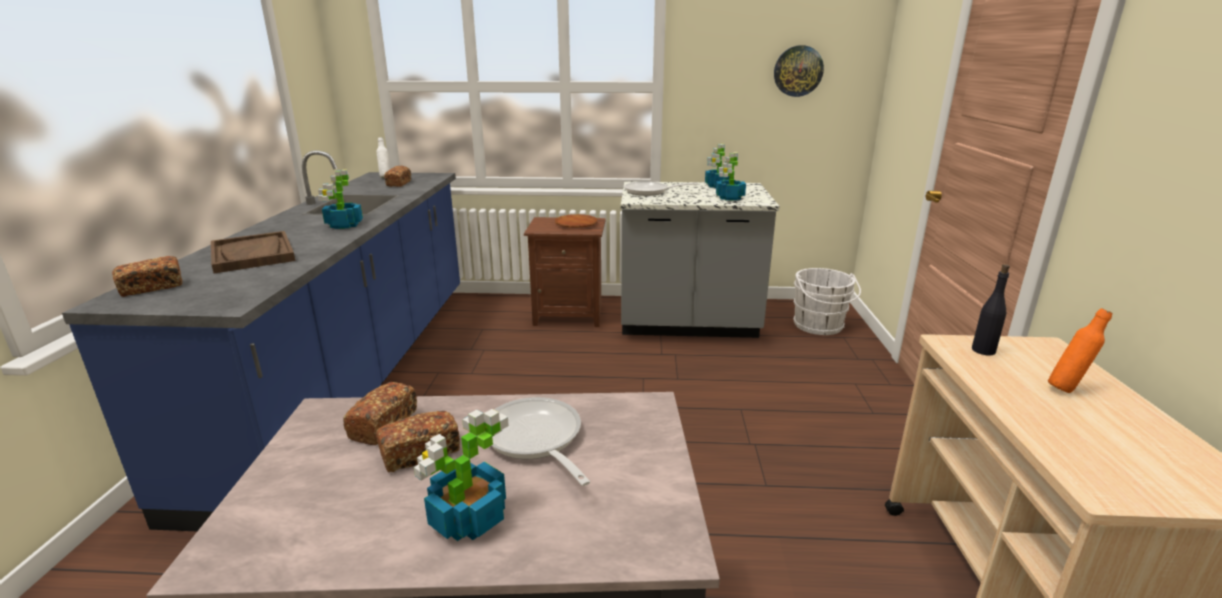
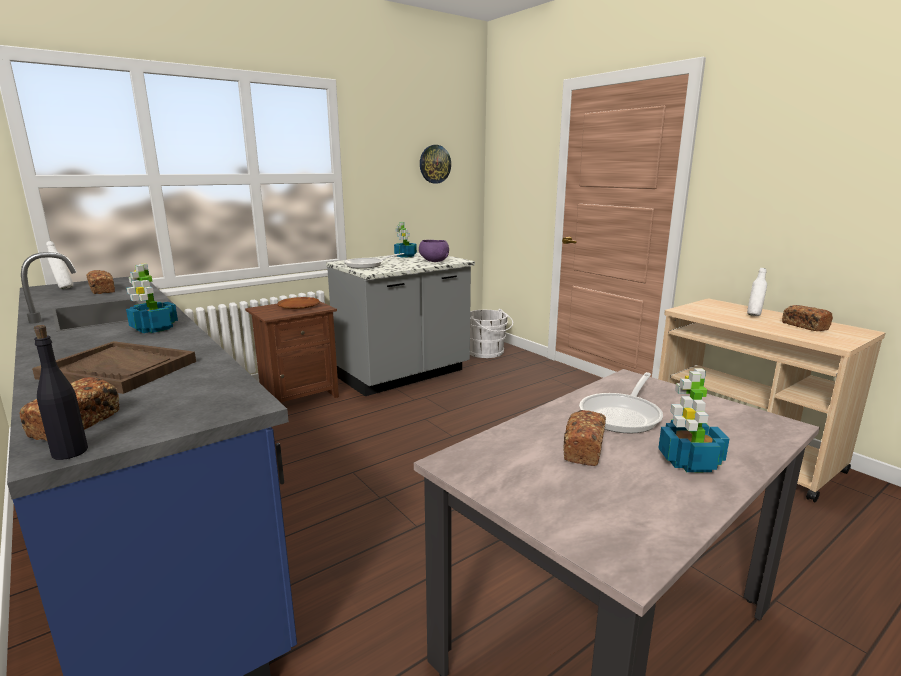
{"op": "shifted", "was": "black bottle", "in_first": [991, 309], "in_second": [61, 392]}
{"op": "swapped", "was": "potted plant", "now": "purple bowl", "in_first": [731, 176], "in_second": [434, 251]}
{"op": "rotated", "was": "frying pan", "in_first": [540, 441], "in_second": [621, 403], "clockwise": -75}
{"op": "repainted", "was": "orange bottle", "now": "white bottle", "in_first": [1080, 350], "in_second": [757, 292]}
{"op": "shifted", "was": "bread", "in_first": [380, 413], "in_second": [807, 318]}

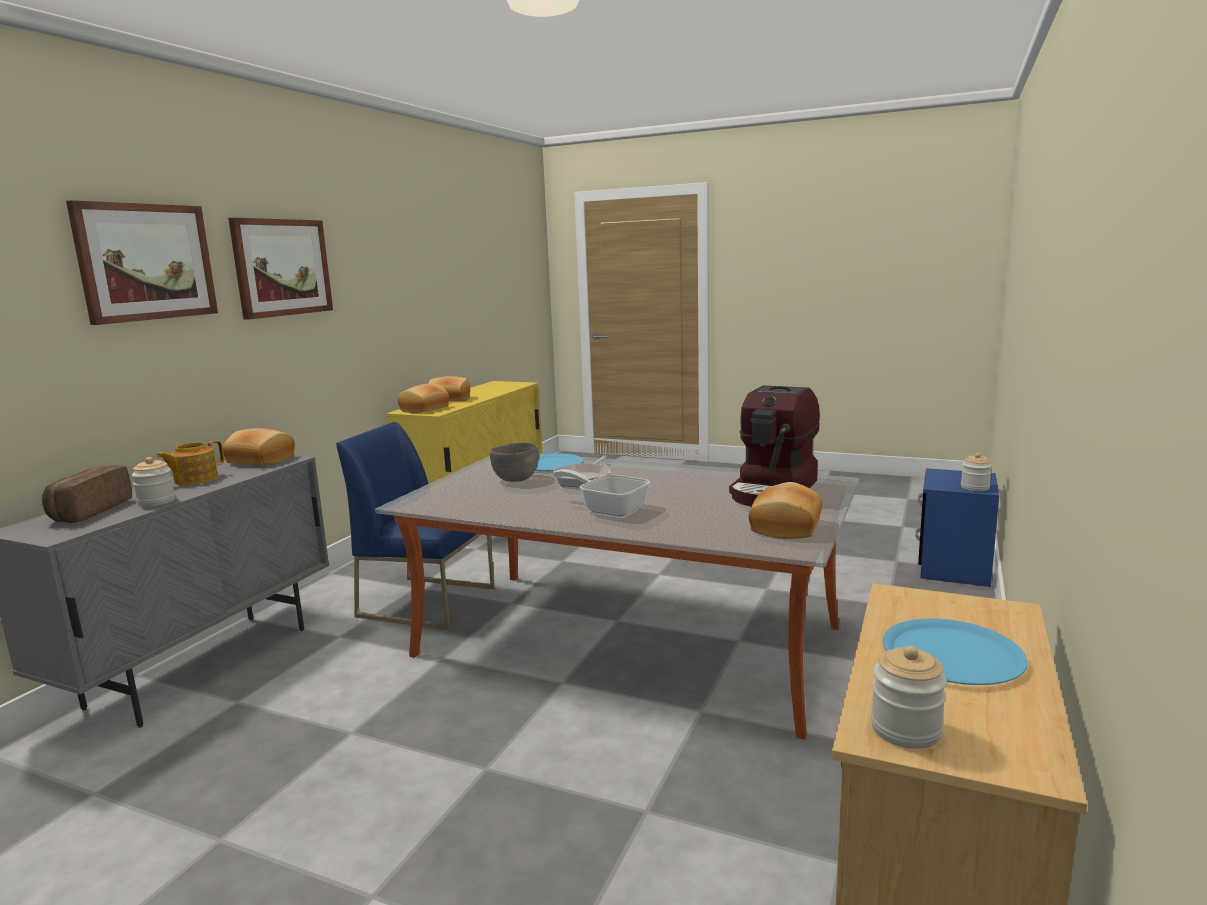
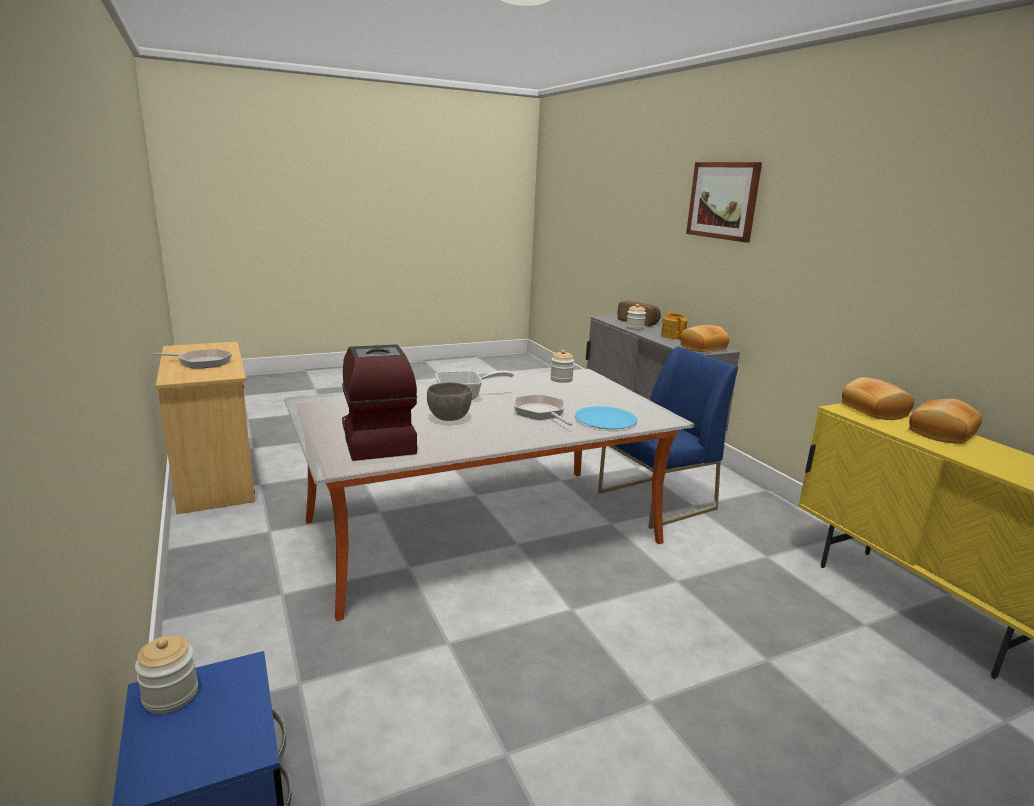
{"op": "swapped", "was": "blue plate", "now": "frying pan", "in_first": [955, 651], "in_second": [193, 359]}
{"op": "shifted", "was": "grey bowl", "in_first": [514, 462], "in_second": [449, 401]}
{"op": "shifted", "was": "jar", "in_first": [909, 697], "in_second": [562, 366]}
{"op": "gone", "was": "picture", "in_first": [280, 269]}
{"op": "gone", "was": "bread", "in_first": [785, 510]}

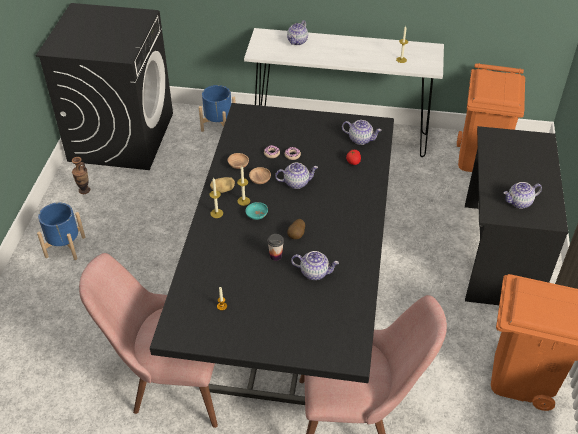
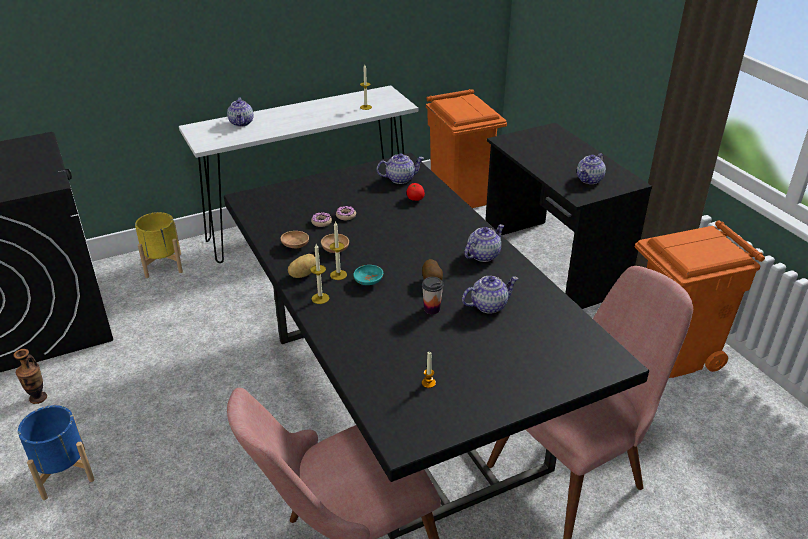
{"op": "repainted", "was": "blue planter", "now": "yellow planter", "in_first": [217, 108], "in_second": [159, 245]}
{"op": "shifted", "was": "teapot", "in_first": [296, 176], "in_second": [484, 243]}

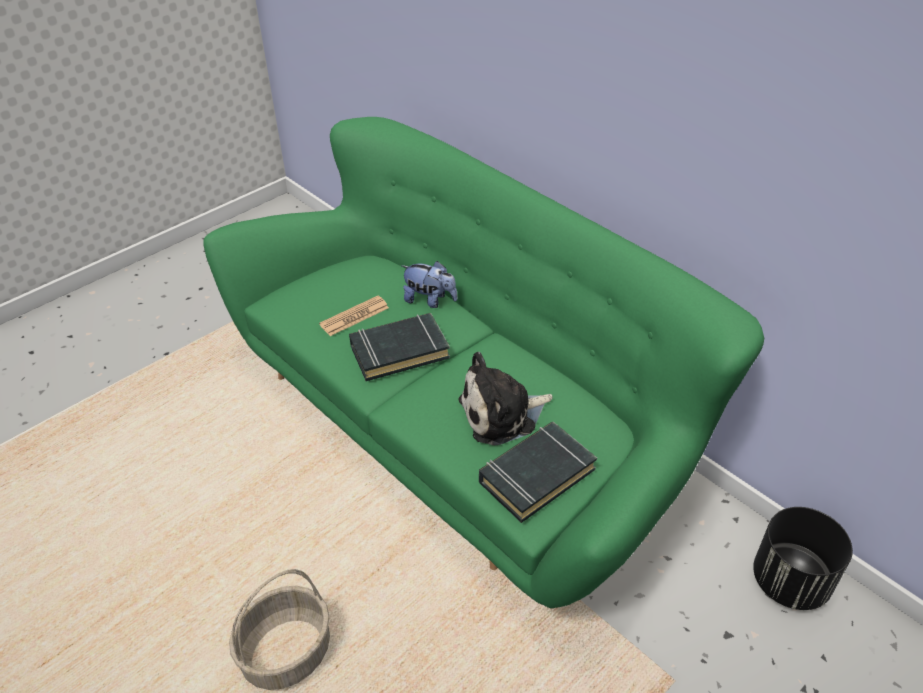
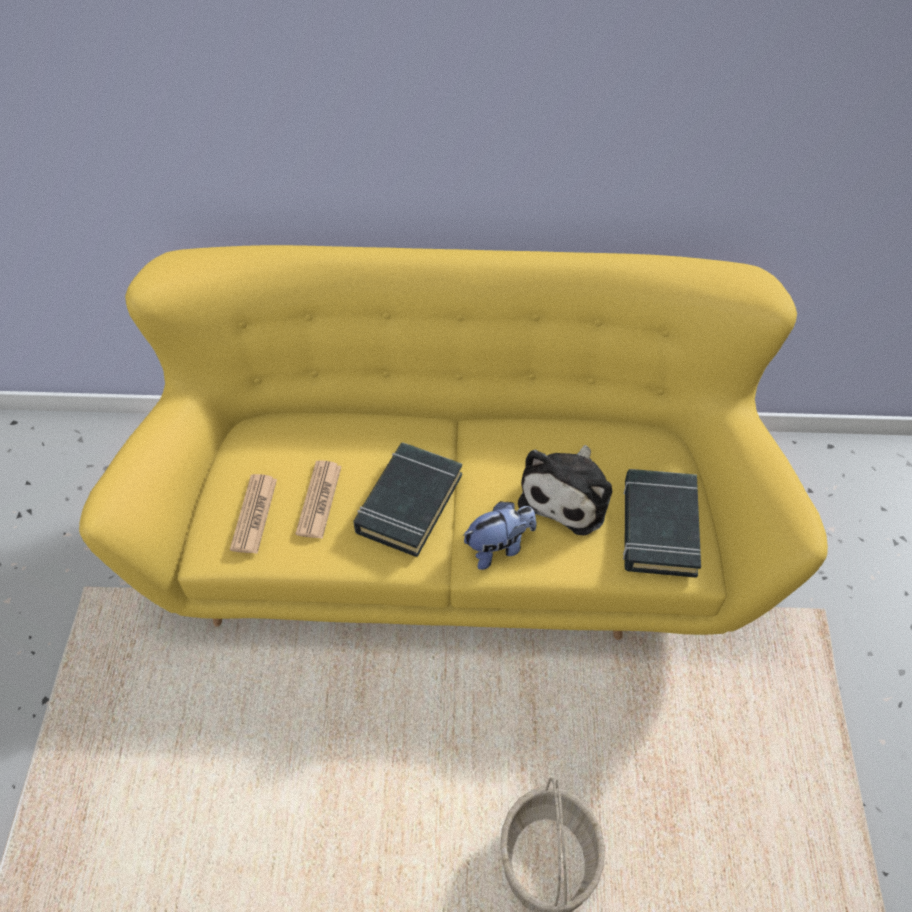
{"op": "repainted", "was": "green sofa", "now": "yellow sofa", "in_first": [483, 362], "in_second": [453, 442]}
{"op": "new", "now": "newspaper", "in_second": [253, 514]}
{"op": "shifted", "was": "plush toy", "in_first": [430, 284], "in_second": [499, 535]}
{"op": "gone", "was": "black planter", "in_first": [803, 558]}

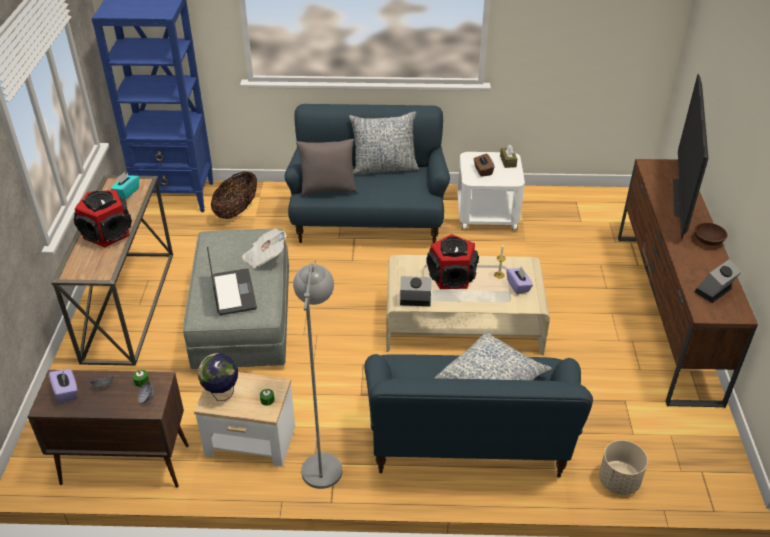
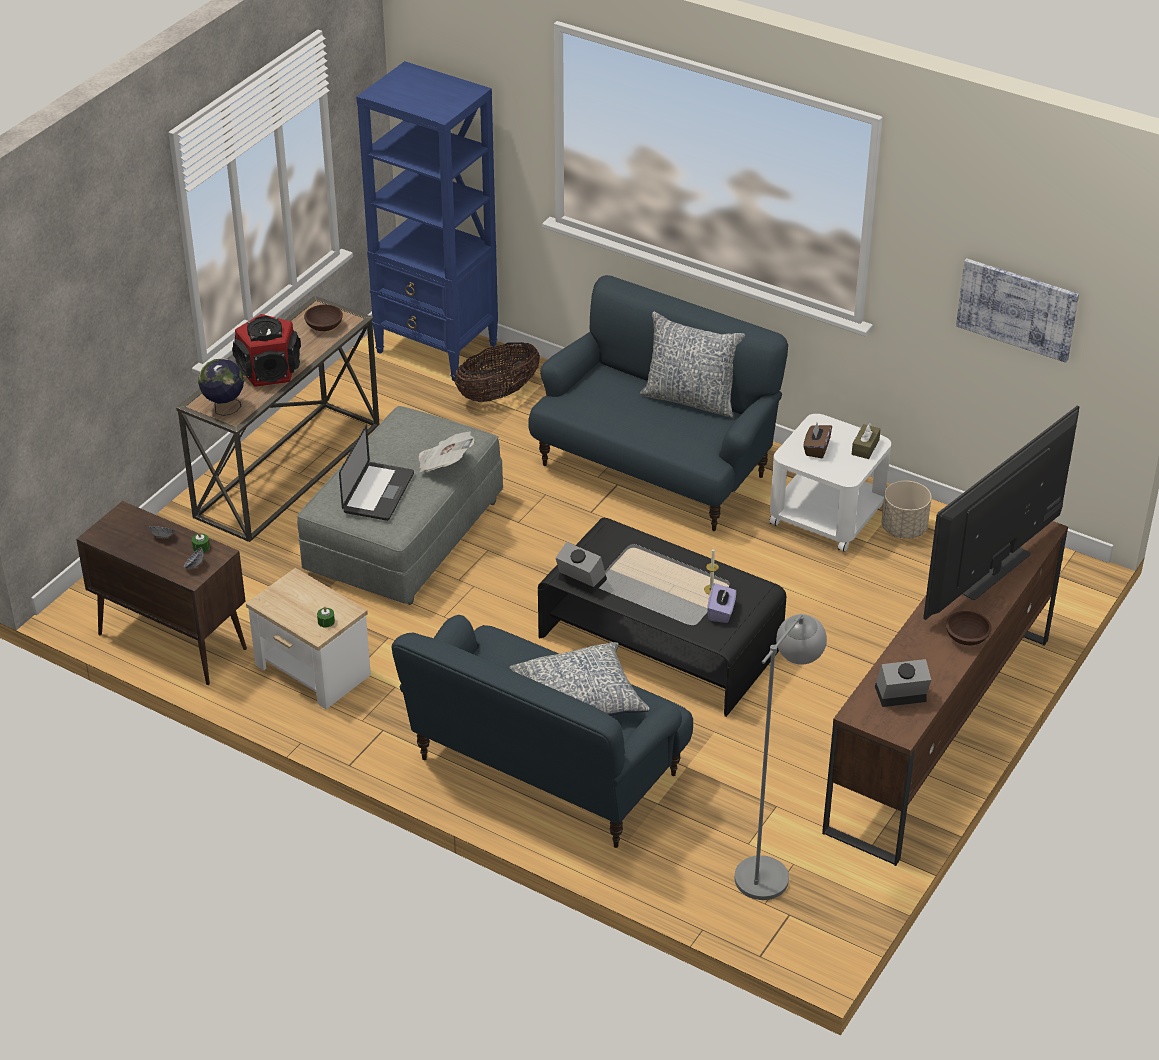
{"op": "shifted", "was": "globe", "in_first": [218, 377], "in_second": [221, 387]}
{"op": "swapped", "was": "turquoise tissue box", "now": "brown bowl", "in_first": [125, 185], "in_second": [323, 318]}
{"op": "repainted", "was": "beige coffee table", "now": "black coffee table", "in_first": [468, 305], "in_second": [662, 617]}
{"op": "shifted", "was": "grey floor lamp", "in_first": [317, 376], "in_second": [781, 757]}
{"op": "shifted", "was": "beige planter", "in_first": [623, 467], "in_second": [906, 510]}
{"op": "new", "now": "picture", "in_second": [1017, 310]}
{"op": "gone", "was": "purple tissue box", "in_first": [63, 386]}
{"op": "gone", "was": "grey pillow", "in_first": [326, 168]}
{"op": "gone", "was": "speaker", "in_first": [453, 261]}

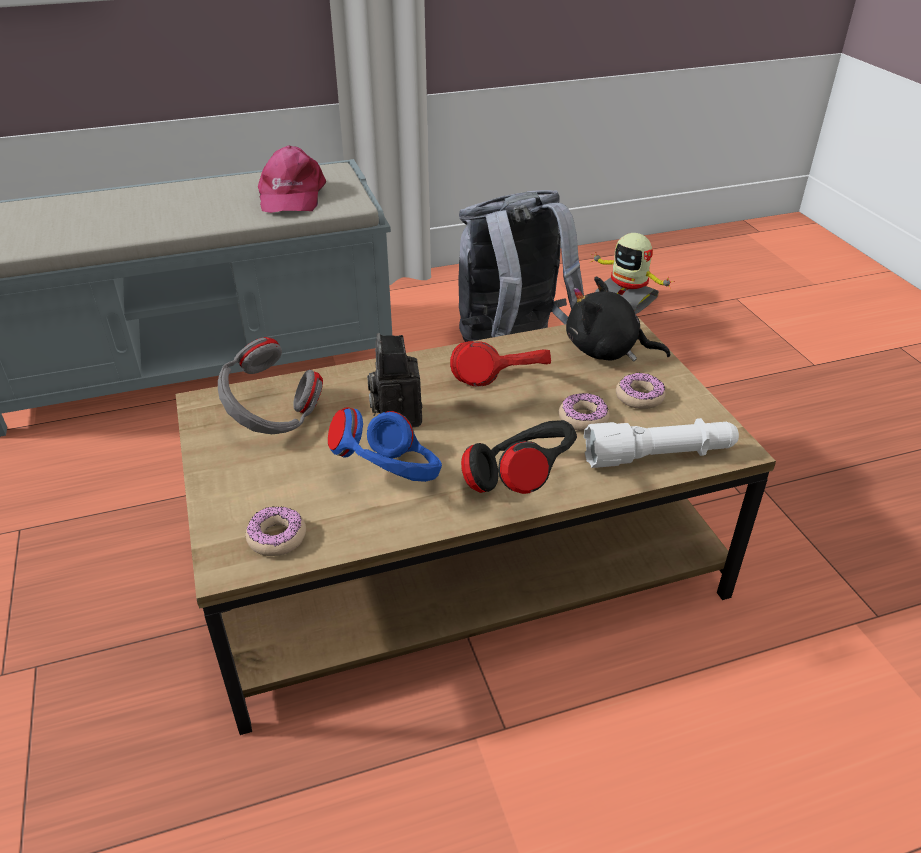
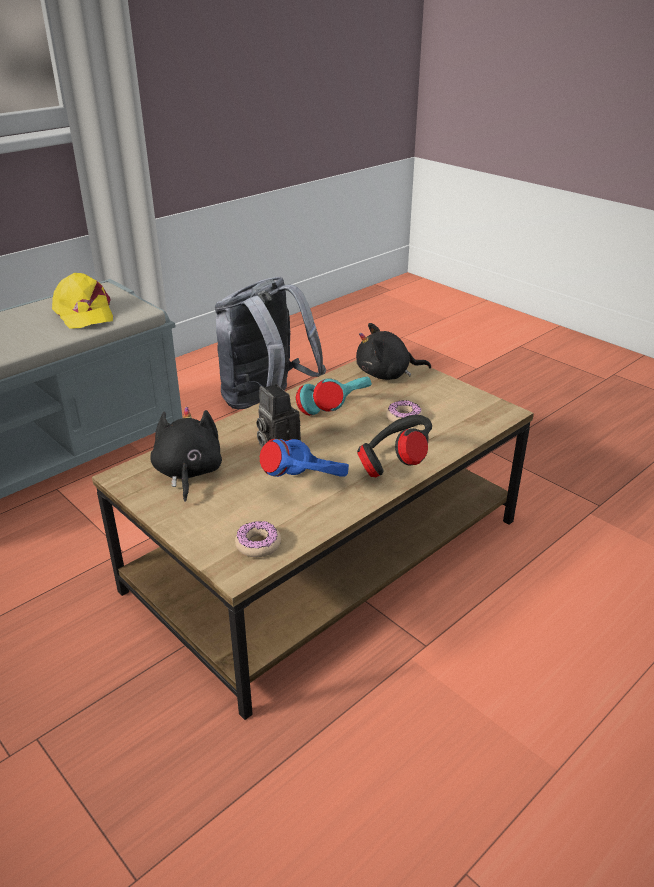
{"op": "repainted", "was": "pink cap", "now": "yellow cap", "in_first": [292, 179], "in_second": [82, 301]}
{"op": "swapped", "was": "grey headphones", "now": "black plush toy", "in_first": [270, 385], "in_second": [186, 454]}
{"op": "repainted", "was": "red headphones", "now": "turquoise headphones", "in_first": [500, 364], "in_second": [334, 396]}
{"op": "gone", "was": "white flashlight", "in_first": [661, 443]}
{"op": "gone", "was": "toy robot", "in_first": [633, 273]}
{"op": "gone", "was": "donut", "in_first": [640, 390]}

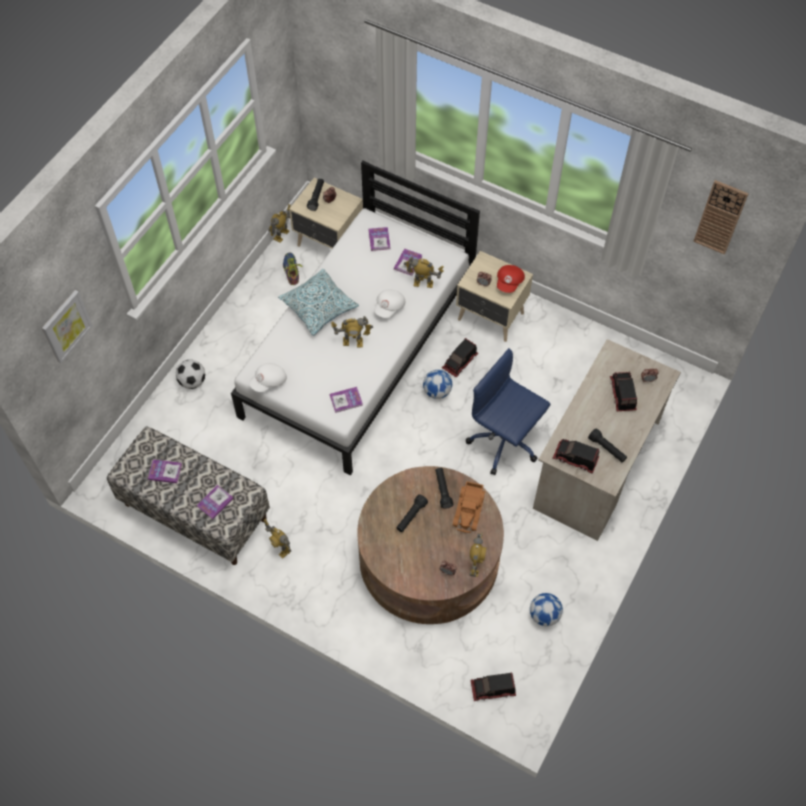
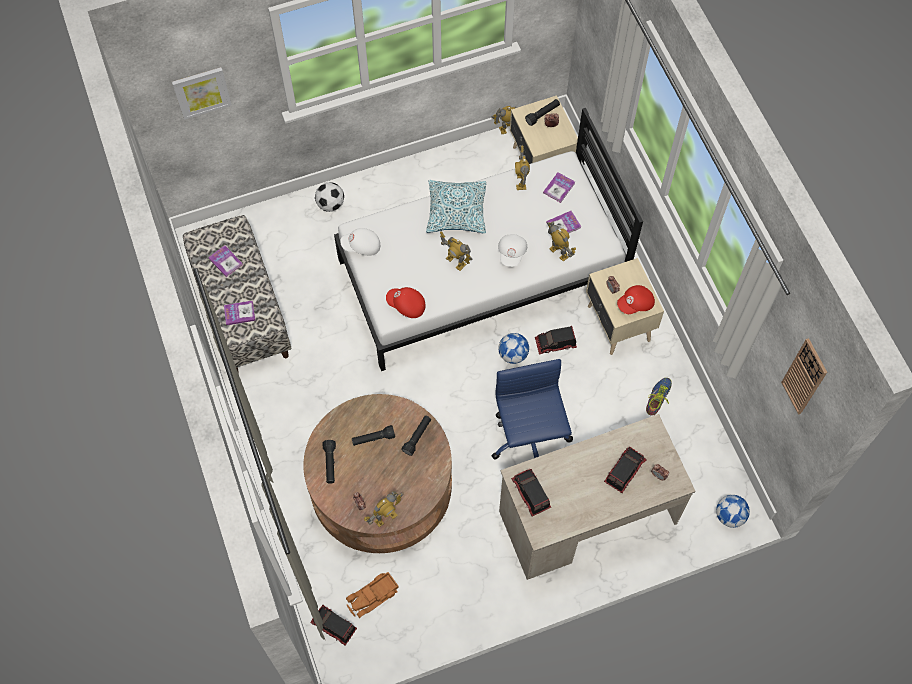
{"op": "shifted", "was": "black flashlight", "in_first": [607, 445], "in_second": [329, 462]}
{"op": "shifted", "was": "toy truck", "in_first": [469, 507], "in_second": [372, 595]}
{"op": "swapped", "was": "book", "now": "red cap", "in_first": [346, 400], "in_second": [405, 302]}
{"op": "rotated", "was": "white cap", "in_first": [389, 303], "in_second": [512, 250], "clockwise": -60}
{"op": "shifted", "was": "toy robot", "in_first": [277, 539], "in_second": [522, 168]}
{"op": "shifted", "was": "shoe", "in_first": [293, 268], "in_second": [659, 397]}
{"op": "shifted", "was": "football", "in_first": [546, 609], "in_second": [733, 511]}

